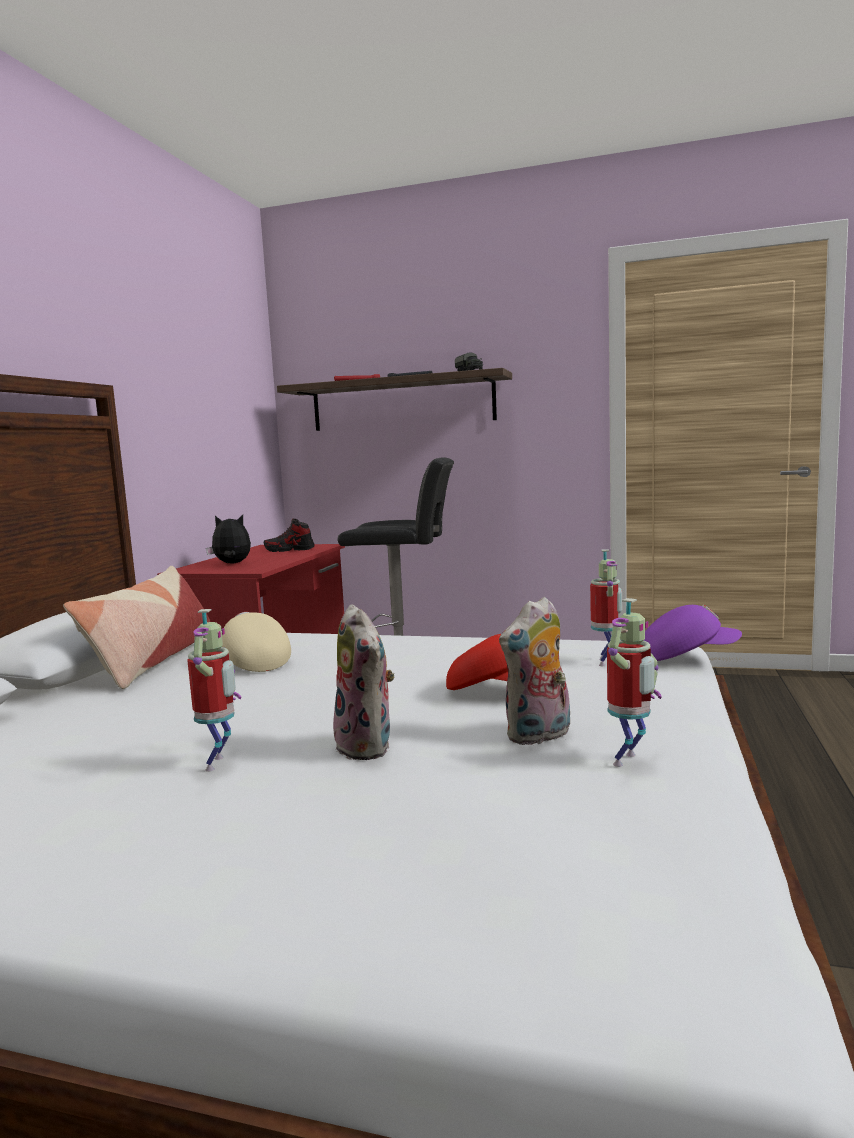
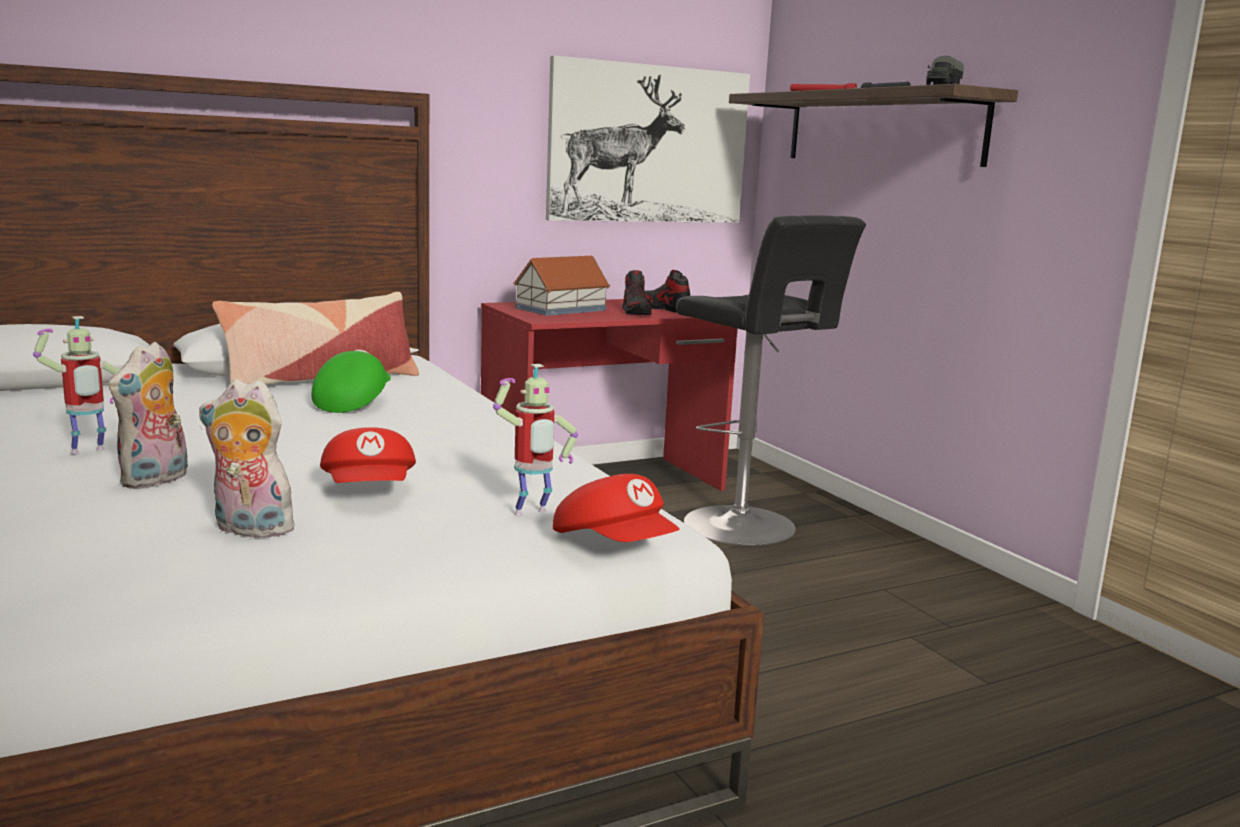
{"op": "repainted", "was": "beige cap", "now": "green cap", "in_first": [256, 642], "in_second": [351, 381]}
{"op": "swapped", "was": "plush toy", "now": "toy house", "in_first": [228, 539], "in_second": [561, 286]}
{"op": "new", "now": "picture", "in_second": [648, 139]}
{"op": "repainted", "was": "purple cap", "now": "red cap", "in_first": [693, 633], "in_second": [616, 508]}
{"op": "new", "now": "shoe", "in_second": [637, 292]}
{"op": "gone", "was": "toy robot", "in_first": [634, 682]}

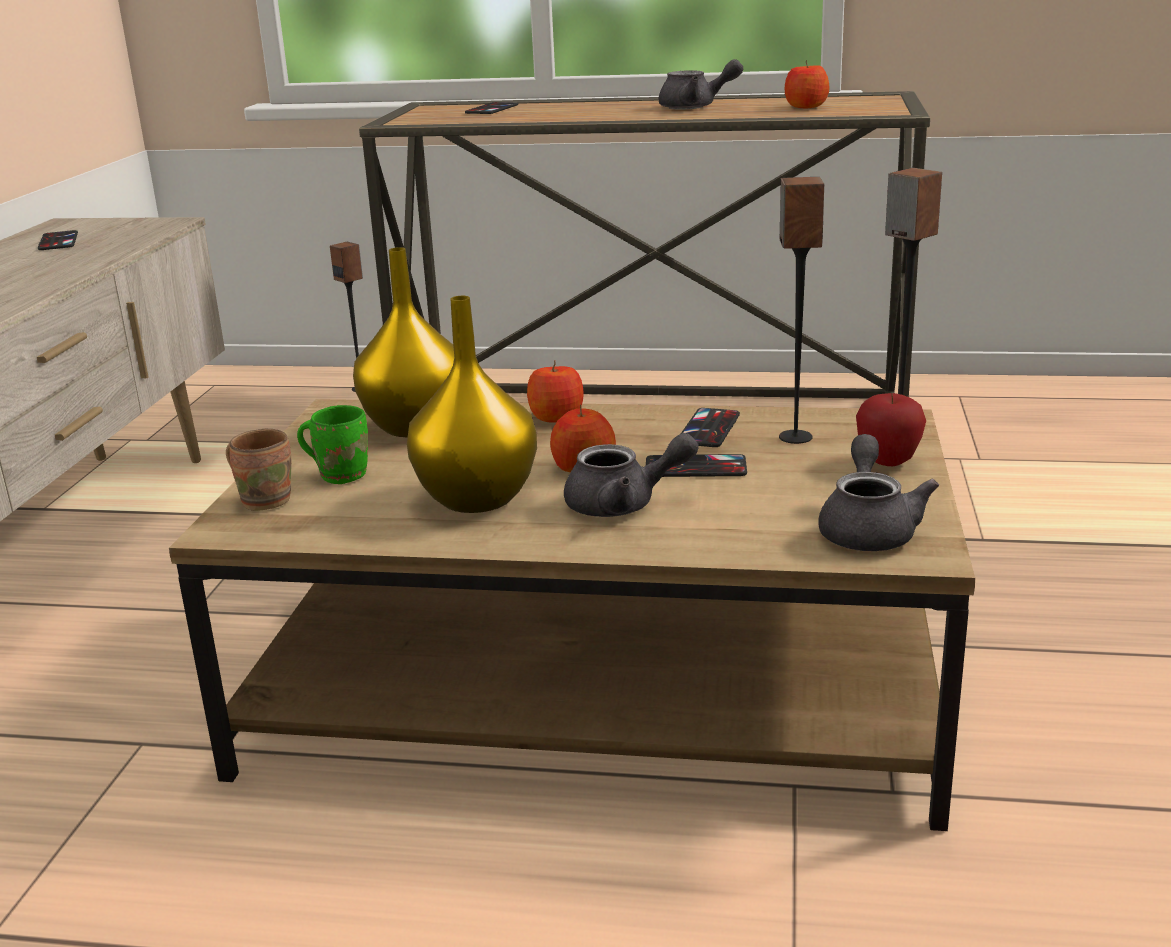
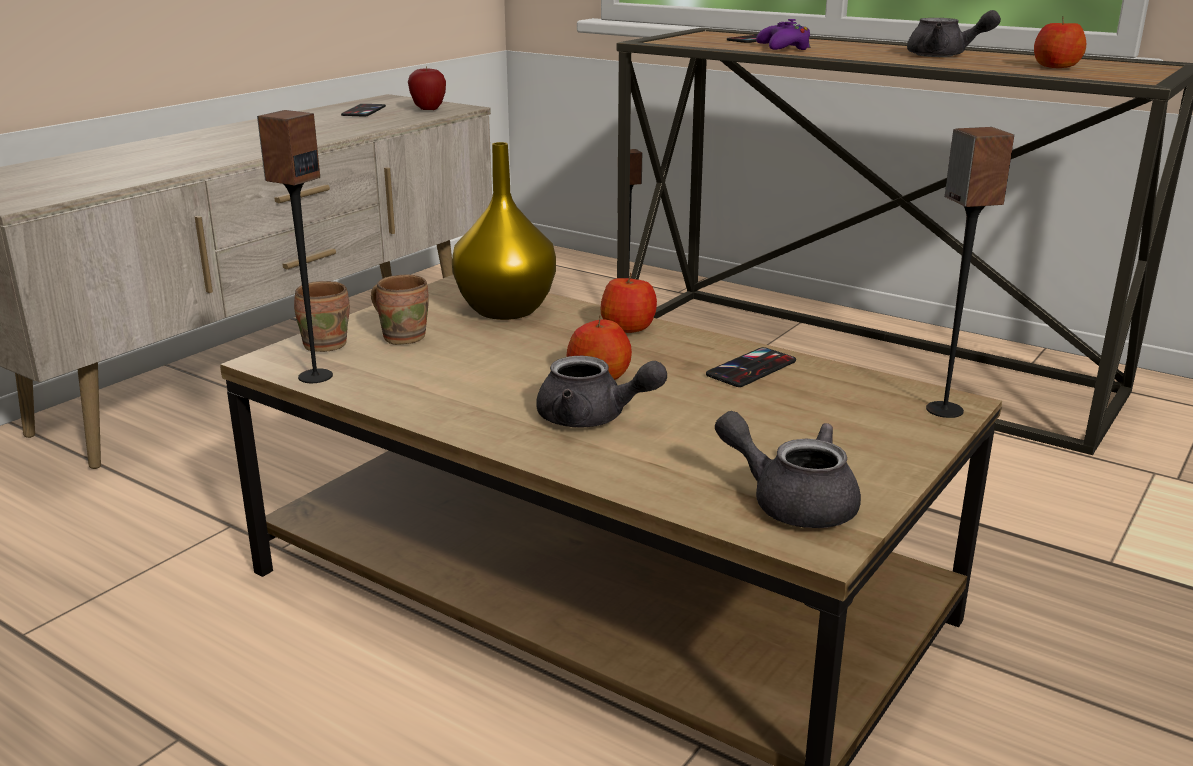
{"op": "shifted", "was": "speaker", "in_first": [801, 310], "in_second": [295, 246]}
{"op": "repainted", "was": "green mug", "now": "brown mug", "in_first": [332, 444], "in_second": [400, 309]}
{"op": "shifted", "was": "apple", "in_first": [891, 429], "in_second": [427, 88]}
{"op": "rotated", "was": "grey teapot", "in_first": [878, 492], "in_second": [788, 469], "clockwise": -90}
{"op": "new", "now": "purple game controller", "in_second": [783, 34]}
{"op": "gone", "was": "yellow vase", "in_first": [472, 404]}
{"op": "gone", "was": "phone", "in_first": [696, 465]}

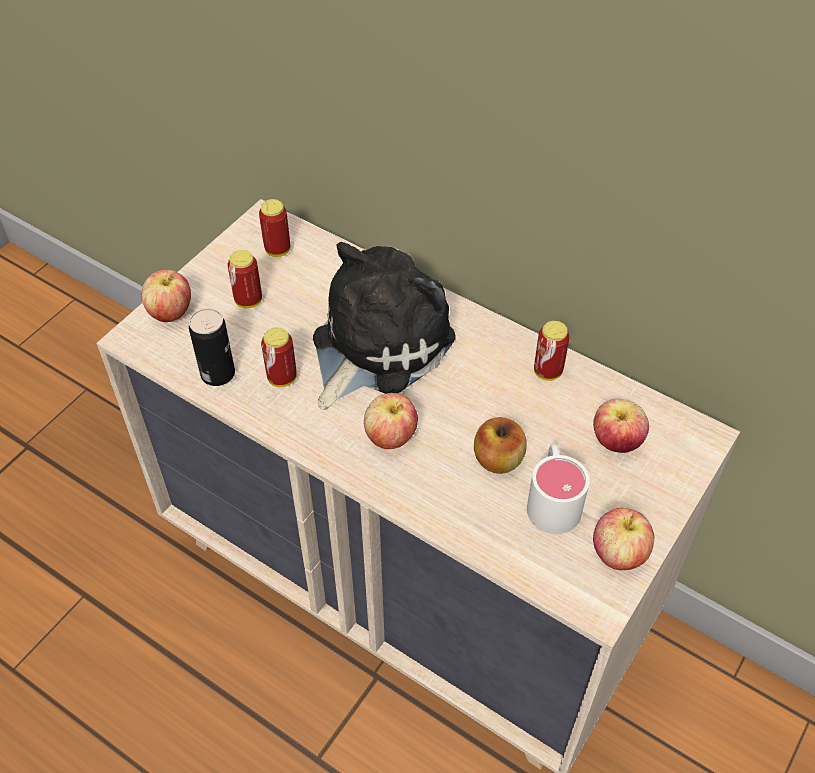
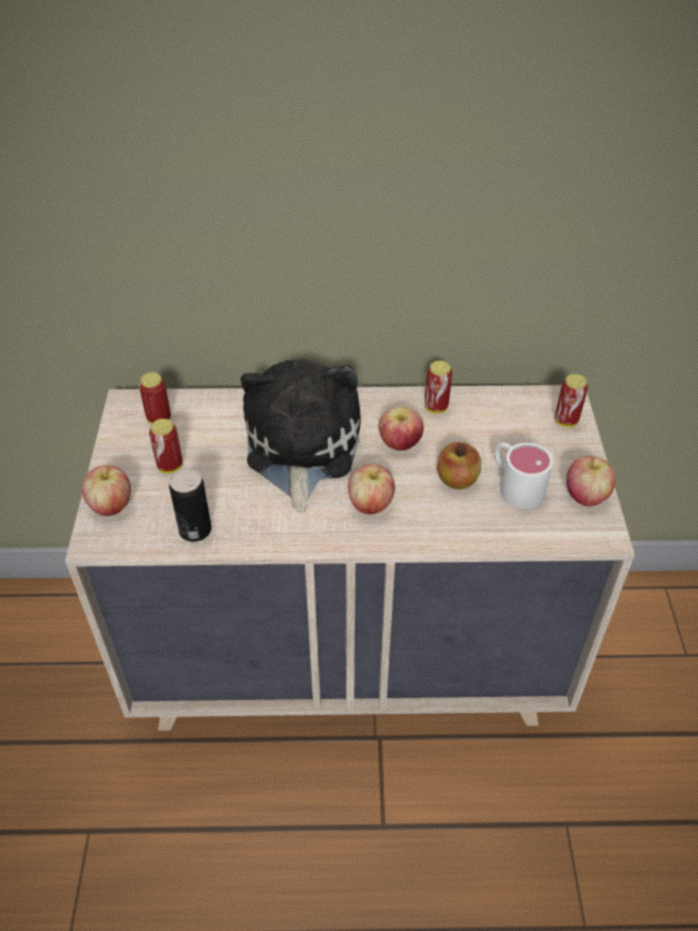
{"op": "shifted", "was": "apple", "in_first": [621, 426], "in_second": [401, 428]}
{"op": "shifted", "was": "can", "in_first": [279, 357], "in_second": [571, 400]}

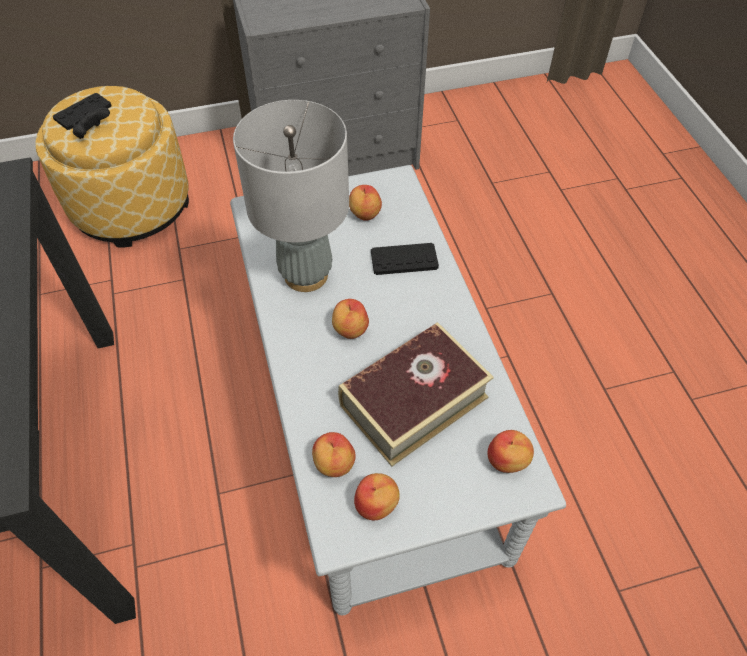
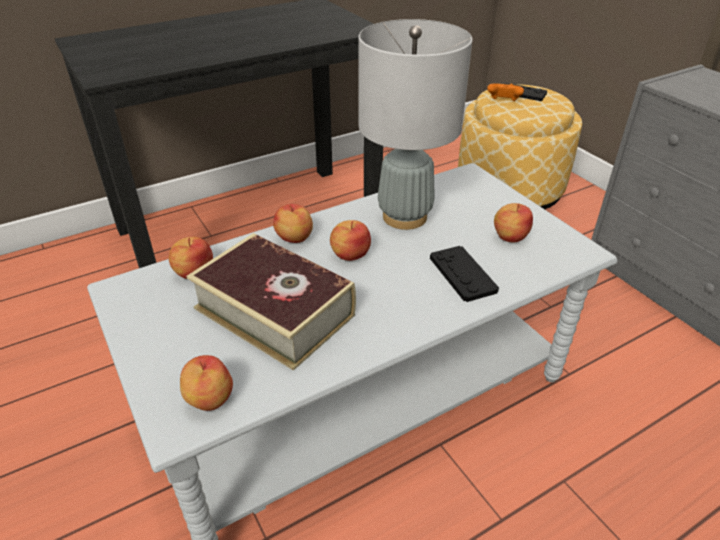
{"op": "shifted", "was": "apple", "in_first": [377, 496], "in_second": [293, 223]}
{"op": "repainted", "was": "black game controller", "now": "orange game controller", "in_first": [91, 123], "in_second": [505, 92]}

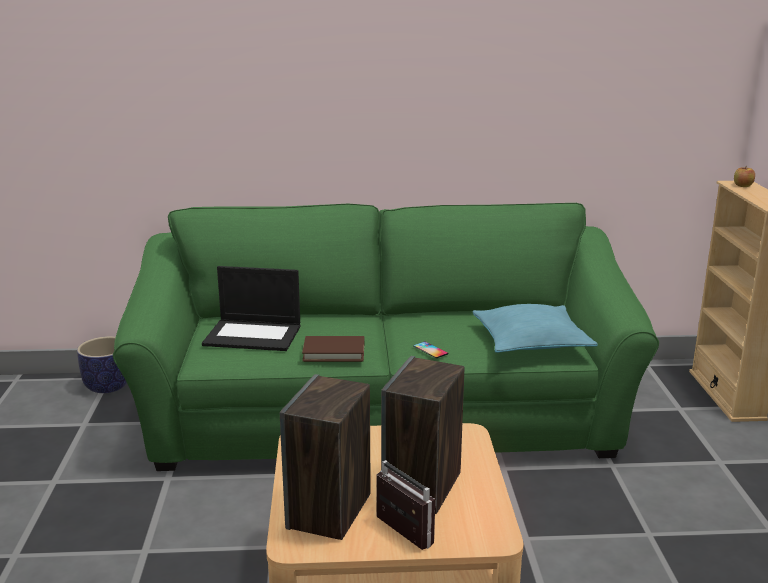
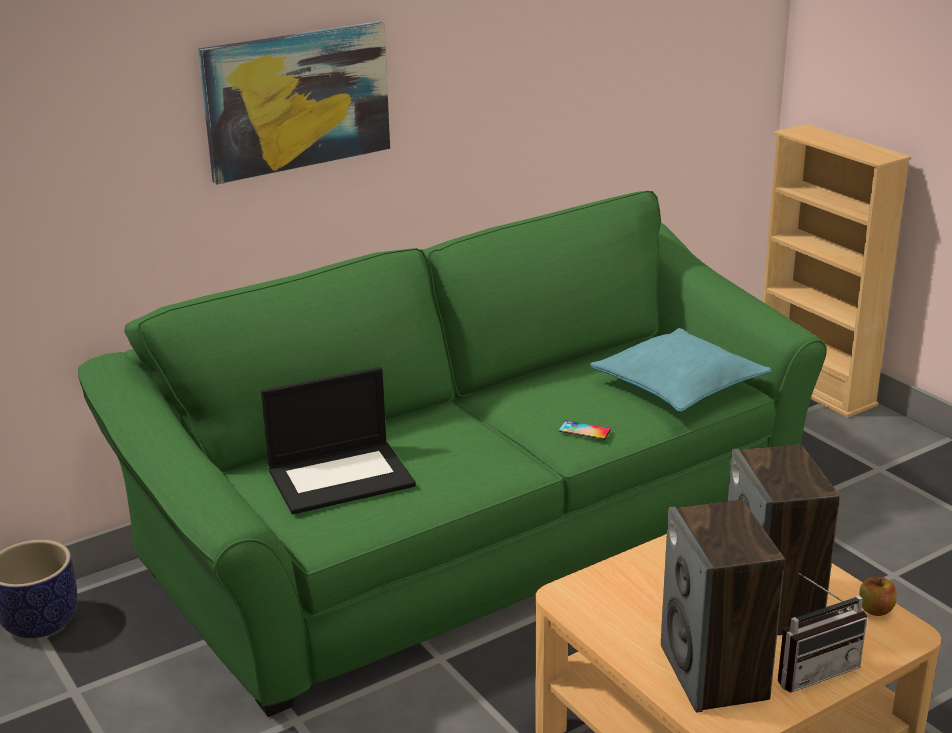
{"op": "new", "now": "picture", "in_second": [294, 102]}
{"op": "rotated", "was": "radio", "in_first": [405, 505], "in_second": [822, 633], "clockwise": 135}
{"op": "shifted", "was": "apple", "in_first": [744, 176], "in_second": [878, 596]}
{"op": "gone", "was": "brown book", "in_first": [333, 349]}

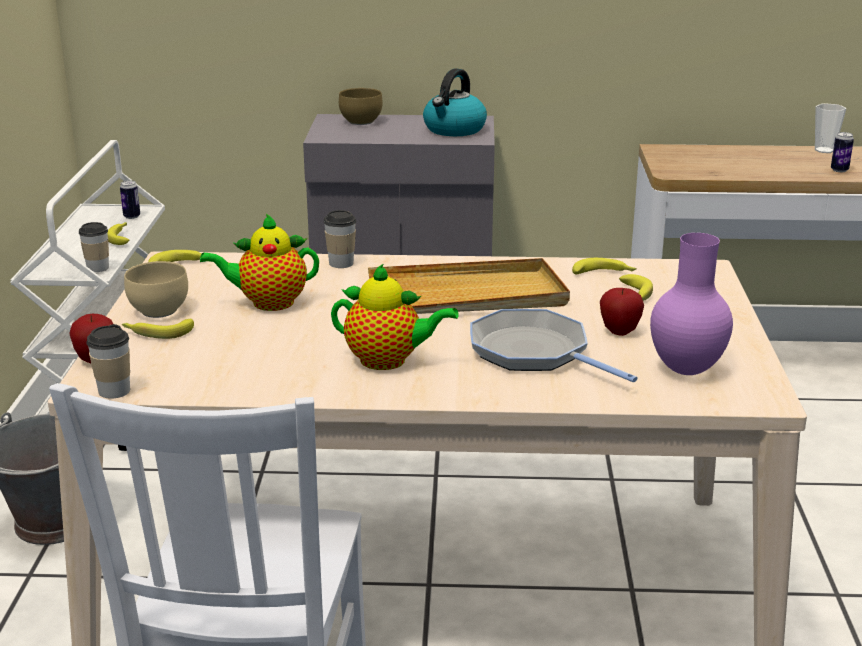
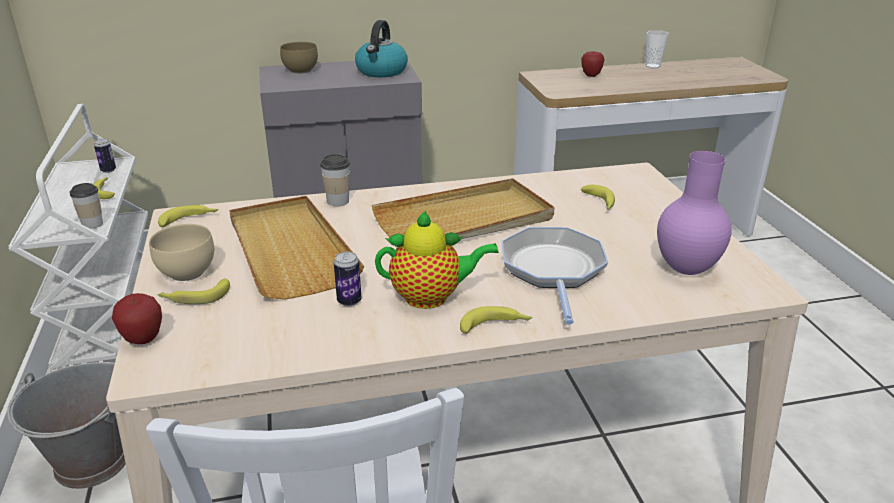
{"op": "swapped", "was": "teapot", "now": "beige tray", "in_first": [259, 262], "in_second": [296, 248]}
{"op": "shifted", "was": "can", "in_first": [842, 152], "in_second": [347, 278]}
{"op": "shifted", "was": "banana", "in_first": [604, 266], "in_second": [496, 320]}
{"op": "rotated", "was": "frying pan", "in_first": [554, 345], "in_second": [554, 276], "clockwise": 60}
{"op": "shifted", "was": "apple", "in_first": [622, 312], "in_second": [593, 64]}
{"op": "gone", "was": "cup", "in_first": [108, 361]}

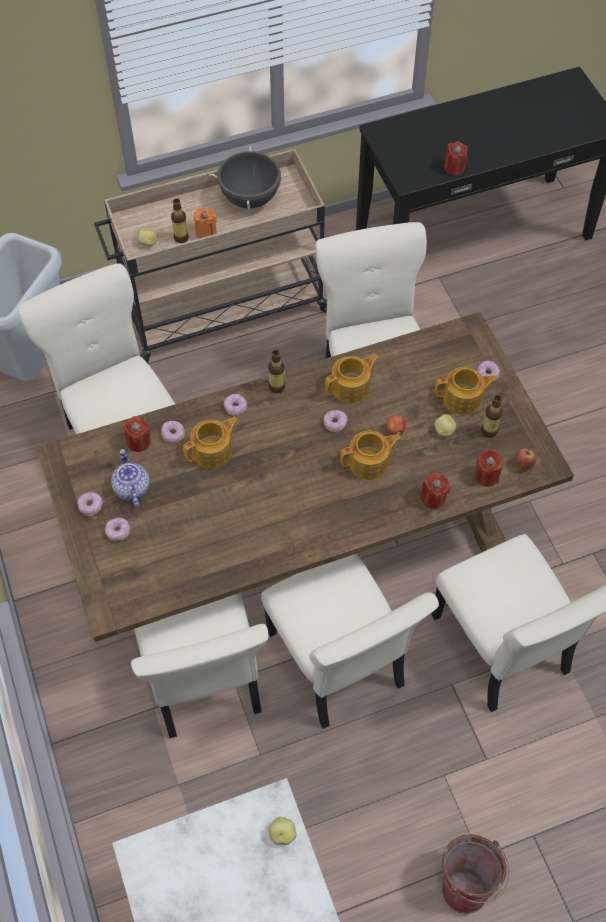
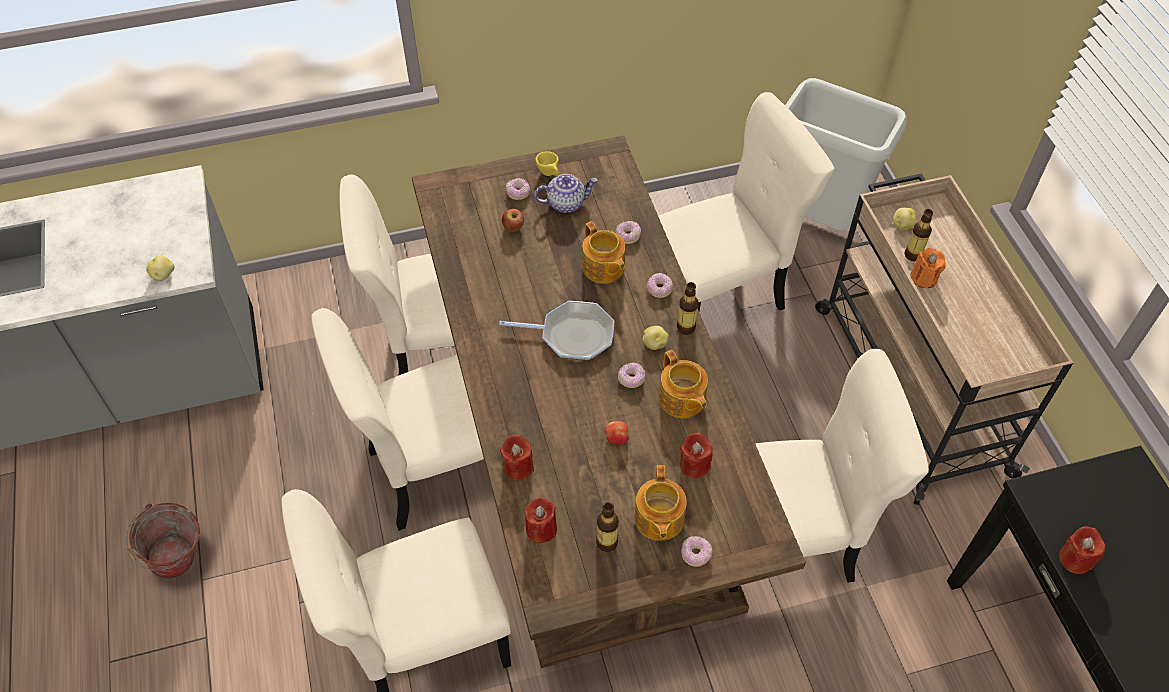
{"op": "new", "now": "frying pan", "in_second": [556, 330]}
{"op": "shifted", "was": "apple", "in_first": [525, 459], "in_second": [513, 220]}
{"op": "swapped", "was": "donut", "now": "yellow cup", "in_first": [89, 504], "in_second": [547, 163]}
{"op": "shifted", "was": "potato", "in_first": [445, 425], "in_second": [655, 338]}
{"op": "shifted", "was": "red candle", "in_first": [137, 434], "in_second": [696, 455]}
{"op": "gone", "was": "black cooking pot", "in_first": [249, 177]}
{"op": "gone", "was": "teapot", "in_first": [371, 455]}

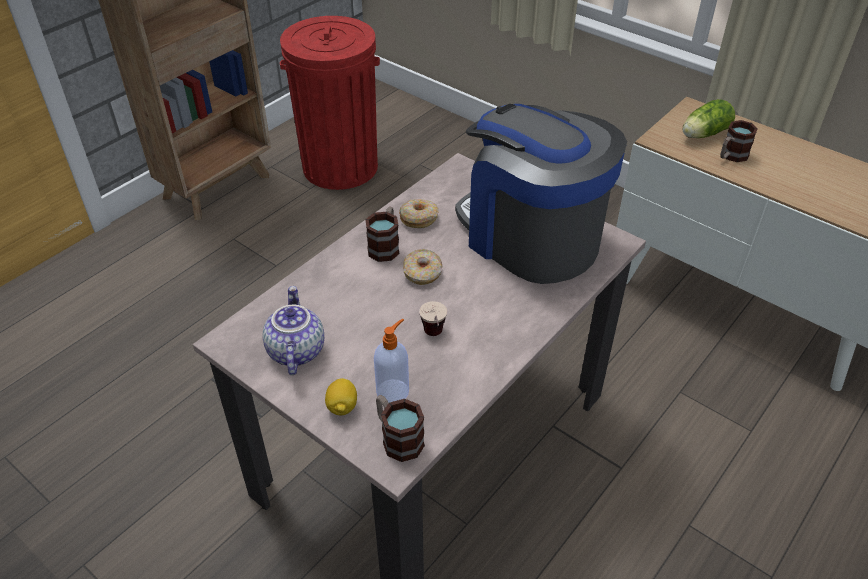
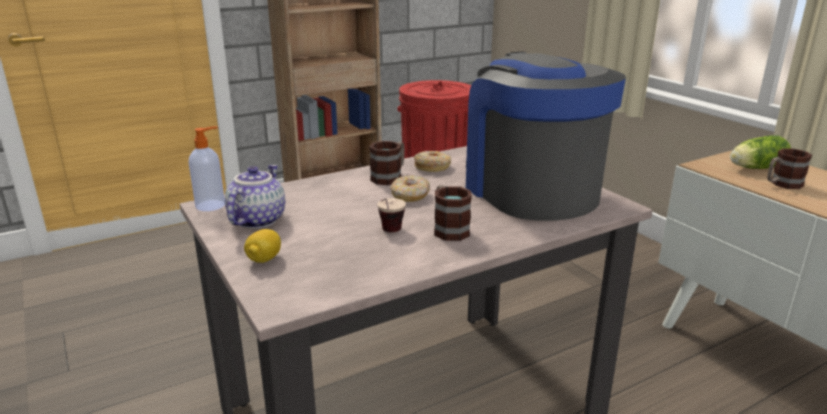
{"op": "shifted", "was": "soap dispenser", "in_first": [391, 360], "in_second": [207, 169]}
{"op": "shifted", "was": "mug", "in_first": [400, 428], "in_second": [453, 213]}

